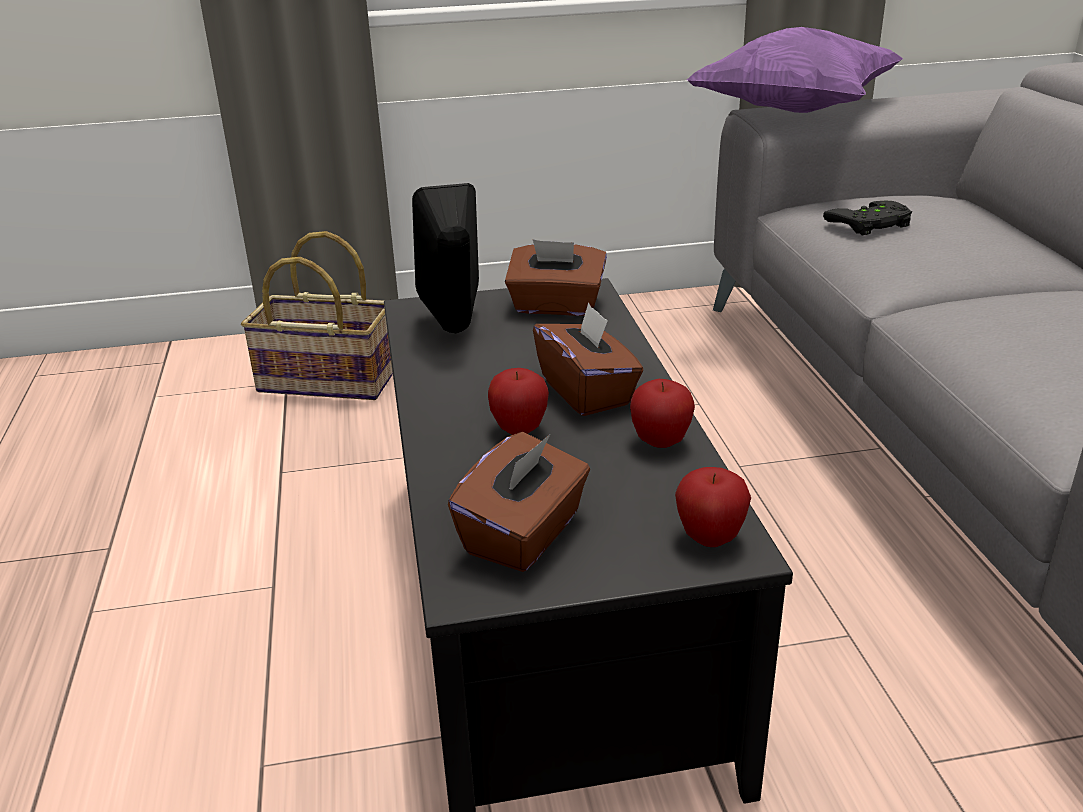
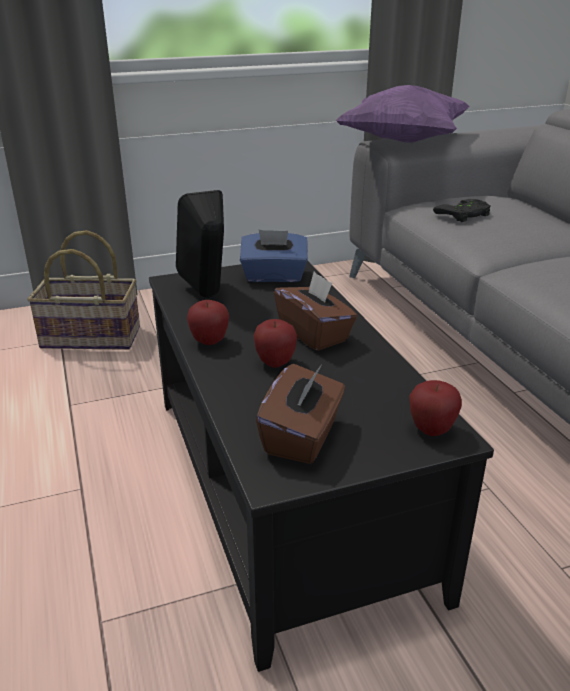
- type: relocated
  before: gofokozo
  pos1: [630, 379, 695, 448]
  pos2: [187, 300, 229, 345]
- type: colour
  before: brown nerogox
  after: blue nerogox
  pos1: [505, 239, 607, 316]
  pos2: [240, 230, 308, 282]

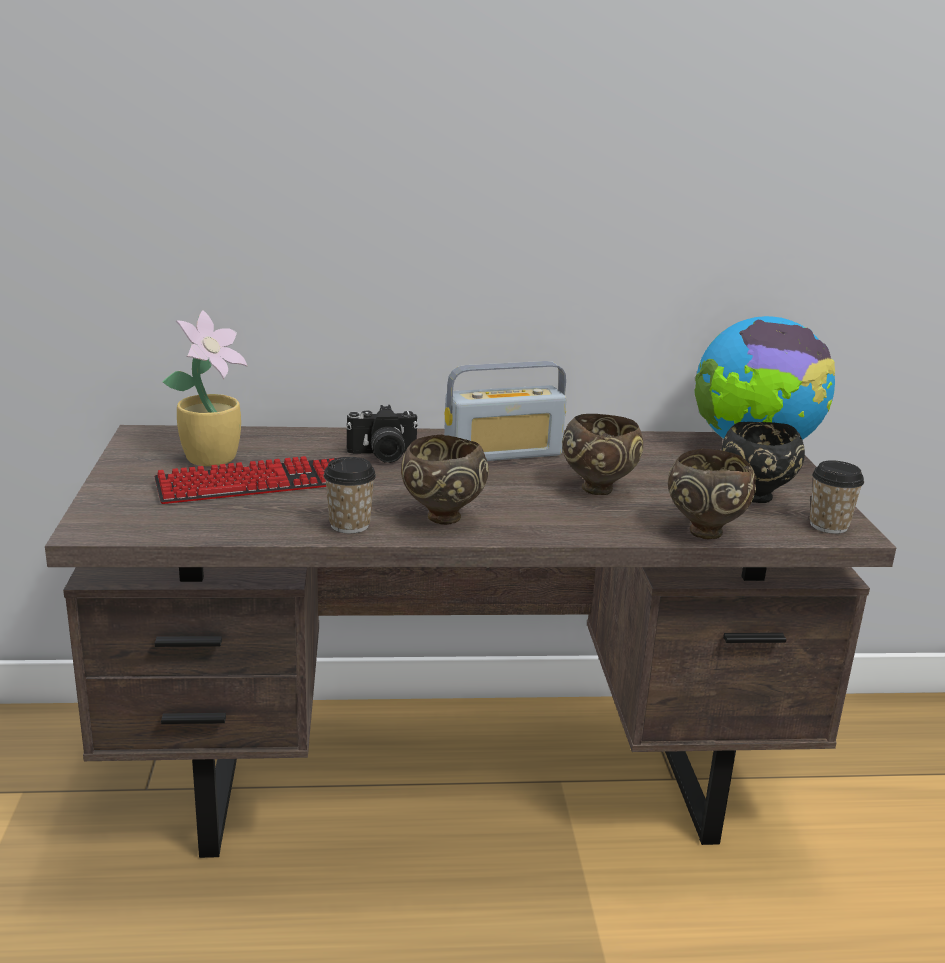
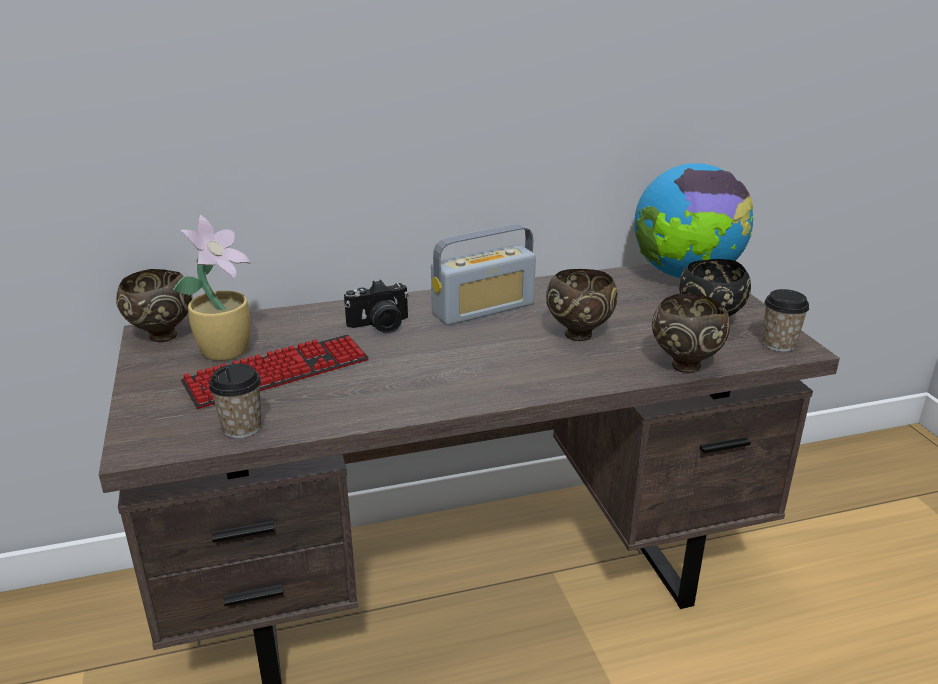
- type: relocated
  before: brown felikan
  pos1: [401, 435, 489, 525]
  pos2: [116, 269, 192, 342]
- type: relocated
  before: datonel
  pos1: [323, 457, 376, 533]
  pos2: [209, 364, 261, 438]

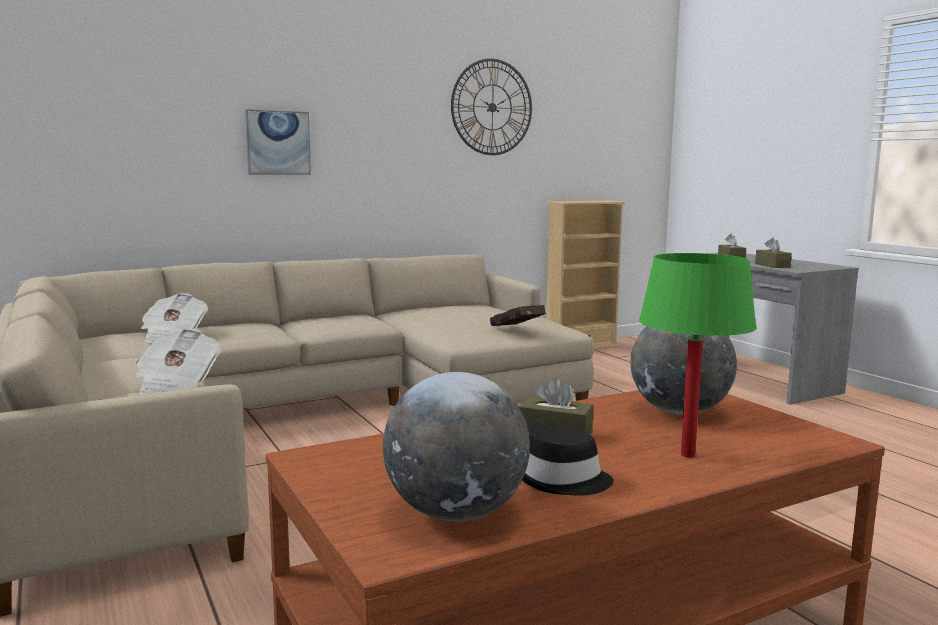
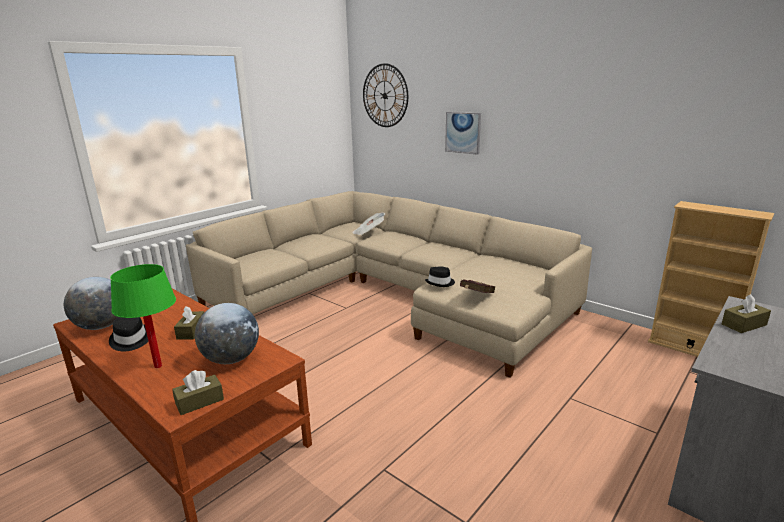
- type: relocated
  before: brown nerogox
  pos1: [755, 238, 792, 268]
  pos2: [172, 370, 224, 415]
- type: relocated
  before: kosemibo
  pos1: [451, 59, 532, 155]
  pos2: [363, 63, 408, 127]
- type: appeared
  after: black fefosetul
  pos2: [425, 266, 455, 287]
- type: missing
  before: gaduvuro
  pos1: [135, 328, 222, 395]

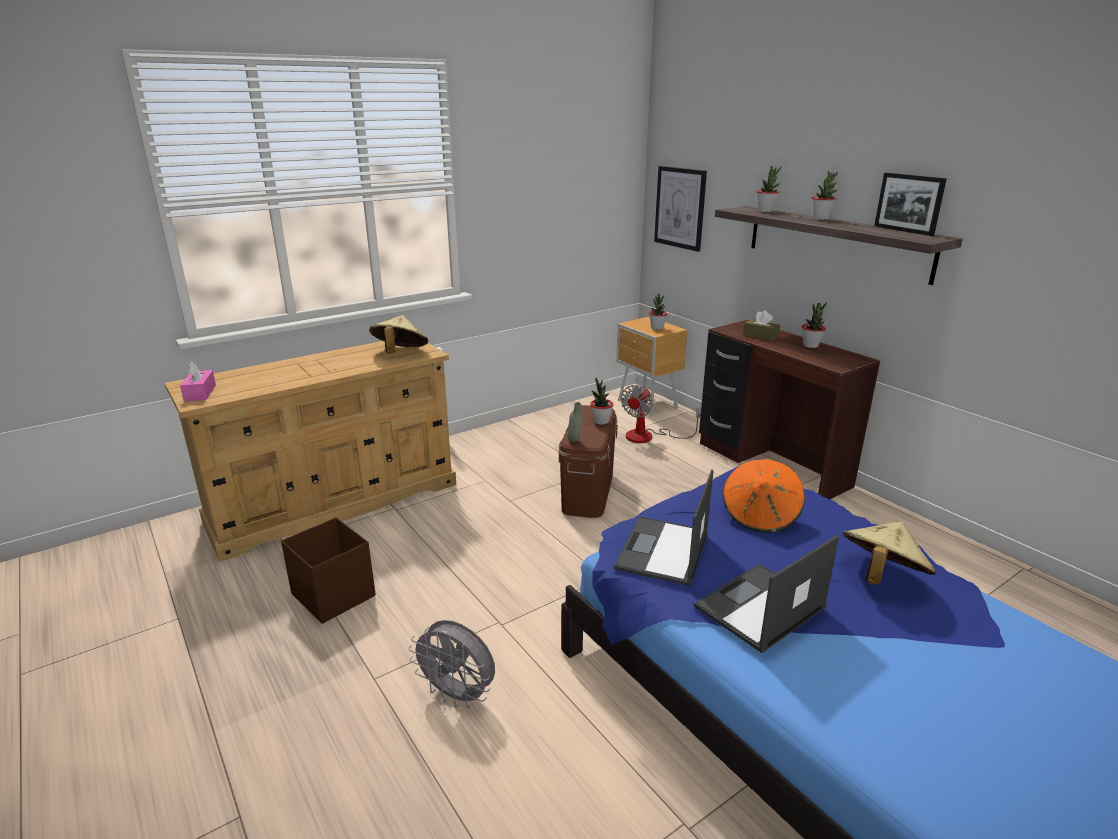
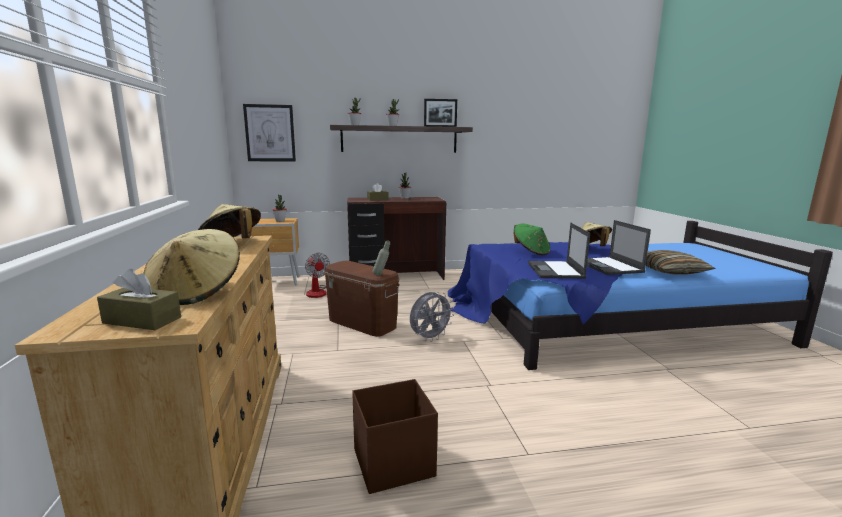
- type: colour
  before: pink nerogox
  after: brown nerogox
  pos1: [180, 362, 216, 401]
  pos2: [97, 269, 181, 330]
- type: appeared
  after: beige fefosetul
  pos2: [143, 229, 240, 305]
- type: relocated
  before: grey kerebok
  pos1: [408, 620, 495, 709]
  pos2: [410, 292, 454, 342]
- type: colour
  before: orange fefosetul
  after: green fefosetul
  pos1: [723, 459, 805, 533]
  pos2: [514, 223, 550, 255]
- type: spun
  before: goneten
  pos1: [614, 469, 713, 586]
  pos2: [528, 223, 590, 279]
  turn: 45
- type: appeared
  after: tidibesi
  pos2: [646, 250, 715, 275]
- type: missing
  before: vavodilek
  pos1: [590, 378, 614, 425]

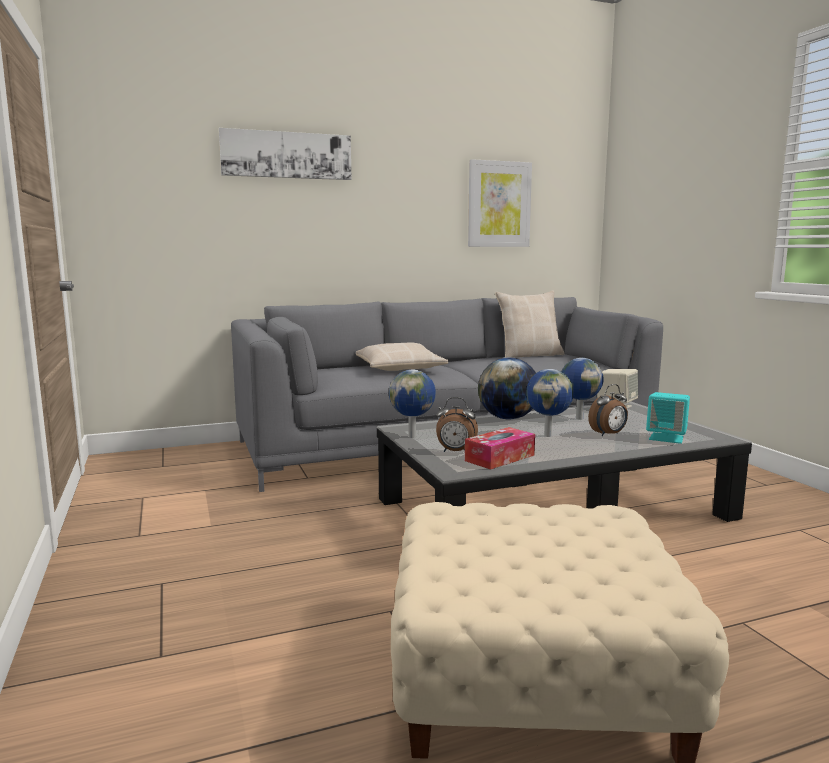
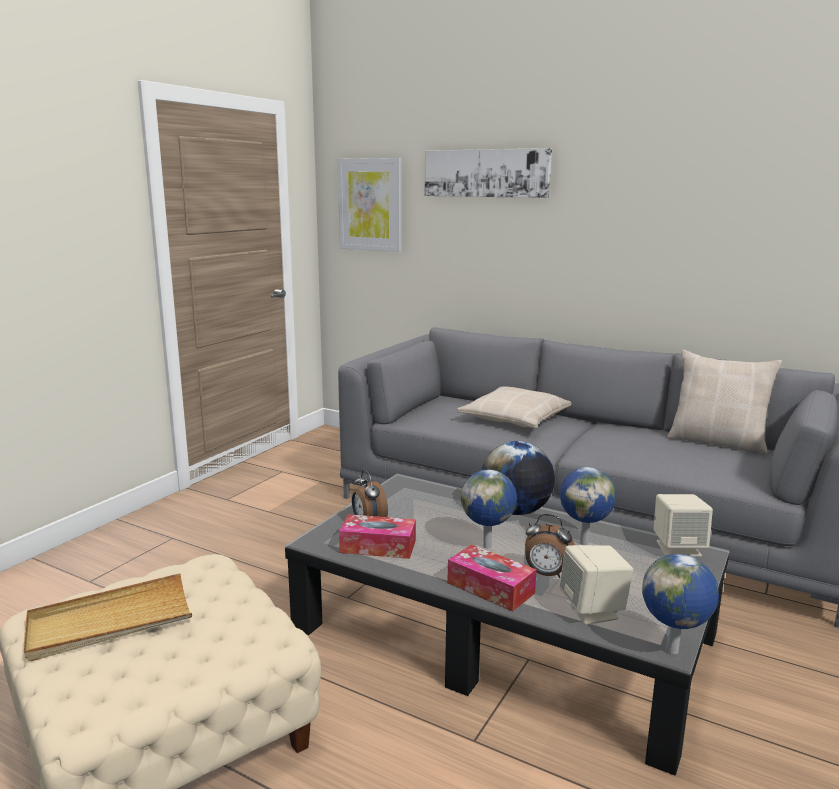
- type: appeared
  after: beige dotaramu
  pos2: [24, 573, 192, 661]
- type: relocated
  before: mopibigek
  pos1: [468, 159, 532, 247]
  pos2: [338, 158, 401, 252]
- type: appeared
  after: nerogox
  pos2: [447, 545, 536, 612]
- type: colour
  before: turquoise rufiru
  after: beige rufiru
  pos1: [646, 392, 690, 444]
  pos2: [559, 545, 633, 625]
- type: relocated
  before: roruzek
  pos1: [389, 370, 436, 438]
  pos2: [642, 554, 719, 655]

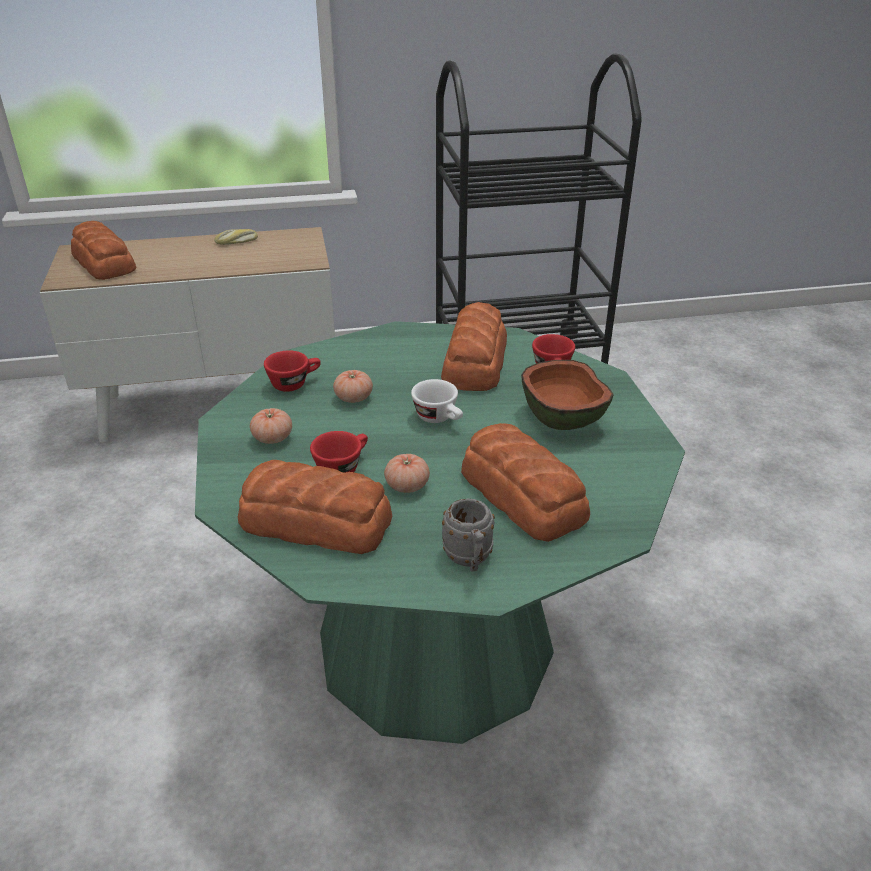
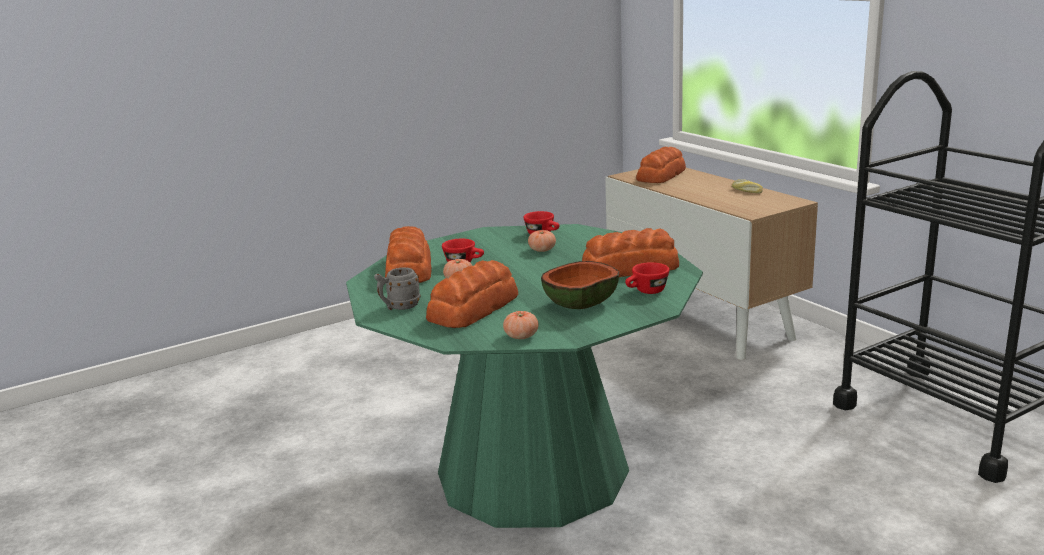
- type: relocated
  before: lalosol
  pos1: [250, 408, 292, 444]
  pos2: [503, 311, 539, 339]
- type: missing
  before: white datonel
  pos1: [411, 379, 463, 423]

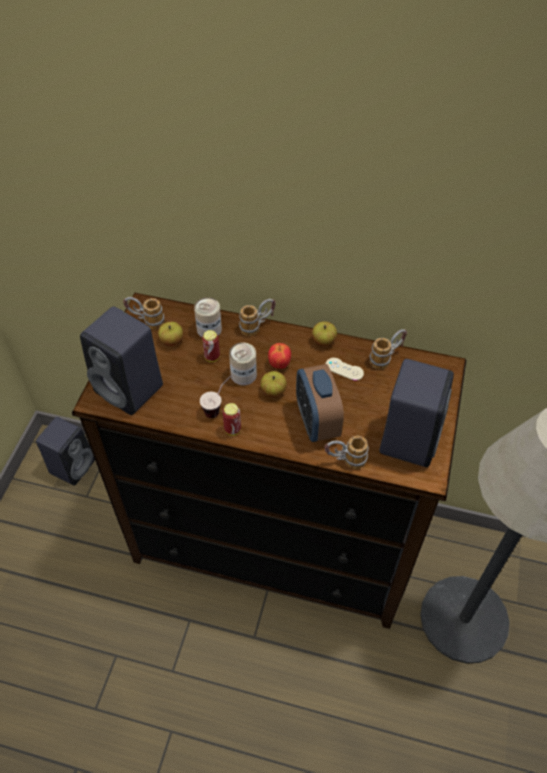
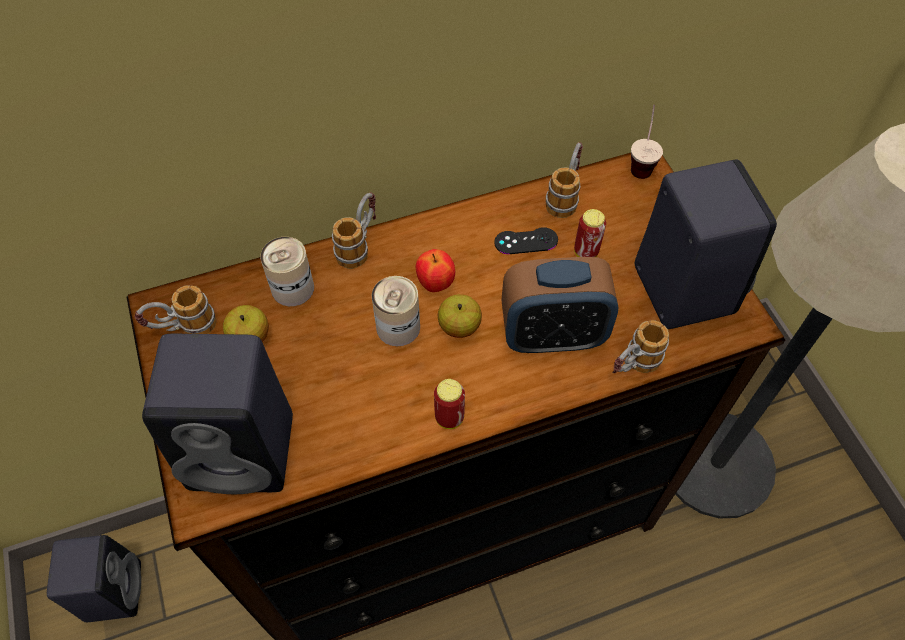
- type: colour
  before: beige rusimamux
  after: black rusimamux
  pos1: [326, 358, 364, 381]
  pos2: [494, 227, 558, 254]
- type: spun
  before: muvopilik
  pos1: [296, 364, 344, 442]
  pos2: [501, 257, 619, 353]
  turn: -45
- type: relocated
  before: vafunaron
  pos1: [202, 330, 220, 362]
  pos2: [574, 209, 606, 257]
- type: relocated
  before: datonel
  pos1: [200, 375, 232, 418]
  pos2: [631, 105, 663, 179]
- type: missing
  before: gofokozo
  pos1: [312, 321, 337, 346]

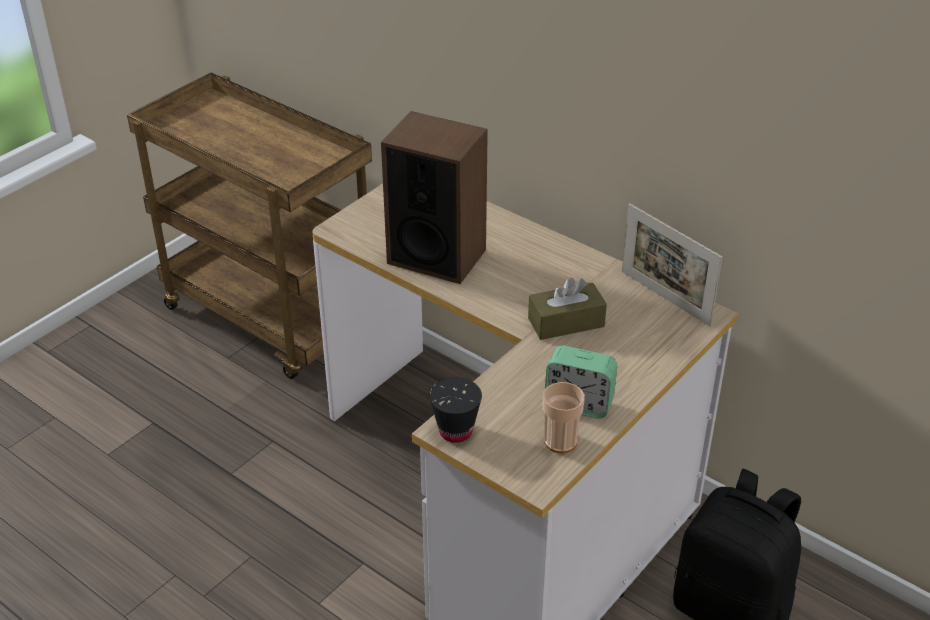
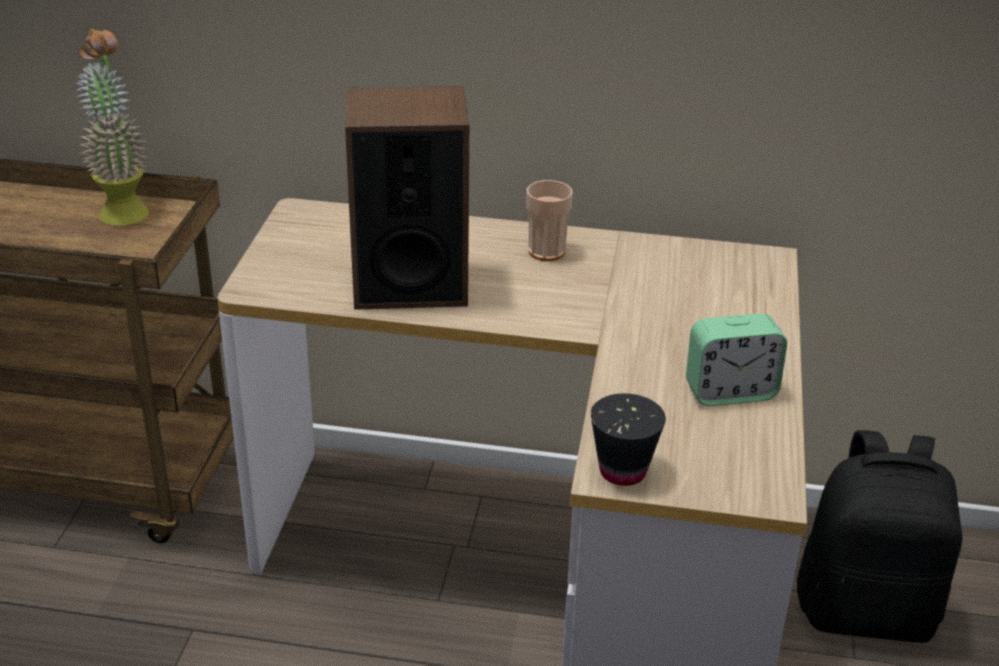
- type: appeared
  after: vavodilek
  pos2: [76, 28, 149, 226]
- type: relocated
  before: datonel
  pos1: [543, 382, 585, 453]
  pos2: [527, 180, 573, 261]
- type: missing
  before: brown nerogox
  pos1: [528, 277, 607, 340]
- type: missing
  before: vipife
  pos1: [622, 204, 722, 326]

